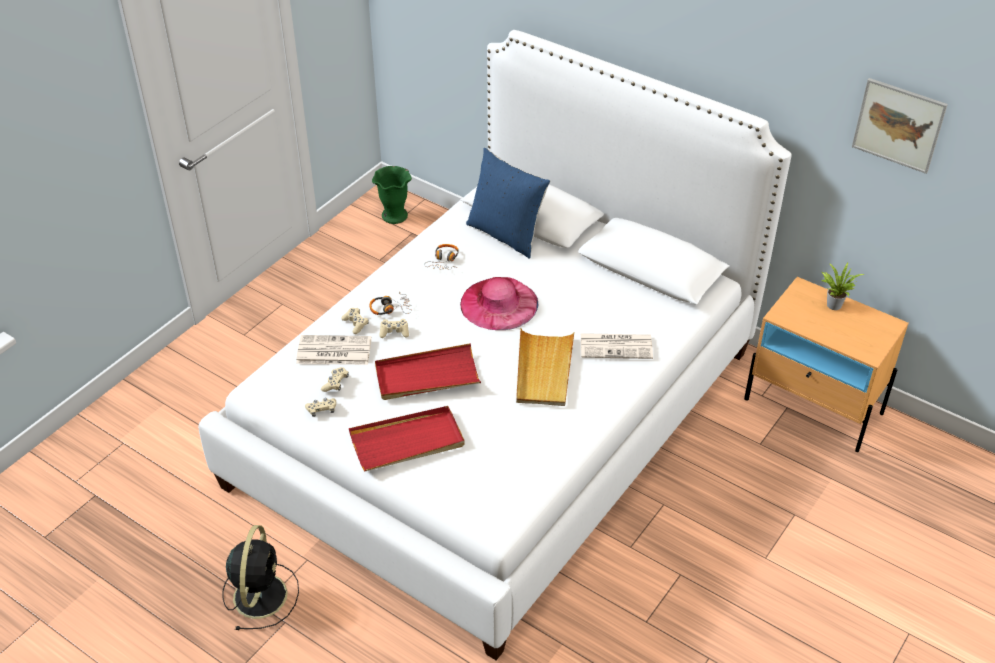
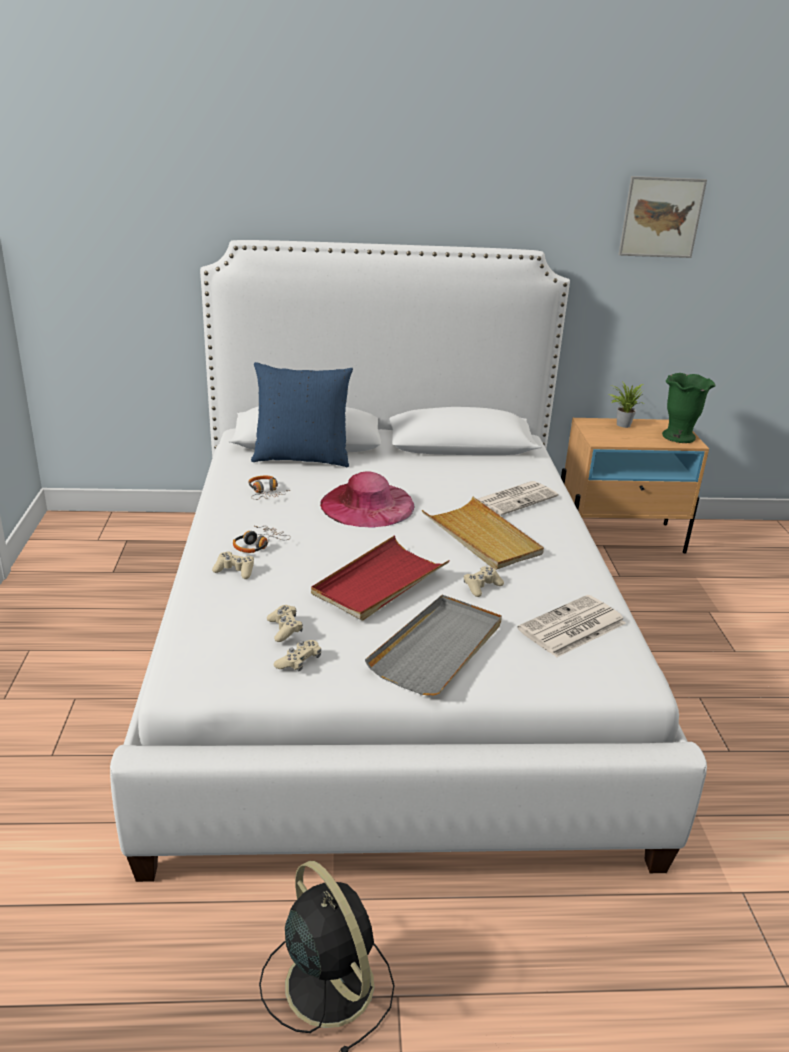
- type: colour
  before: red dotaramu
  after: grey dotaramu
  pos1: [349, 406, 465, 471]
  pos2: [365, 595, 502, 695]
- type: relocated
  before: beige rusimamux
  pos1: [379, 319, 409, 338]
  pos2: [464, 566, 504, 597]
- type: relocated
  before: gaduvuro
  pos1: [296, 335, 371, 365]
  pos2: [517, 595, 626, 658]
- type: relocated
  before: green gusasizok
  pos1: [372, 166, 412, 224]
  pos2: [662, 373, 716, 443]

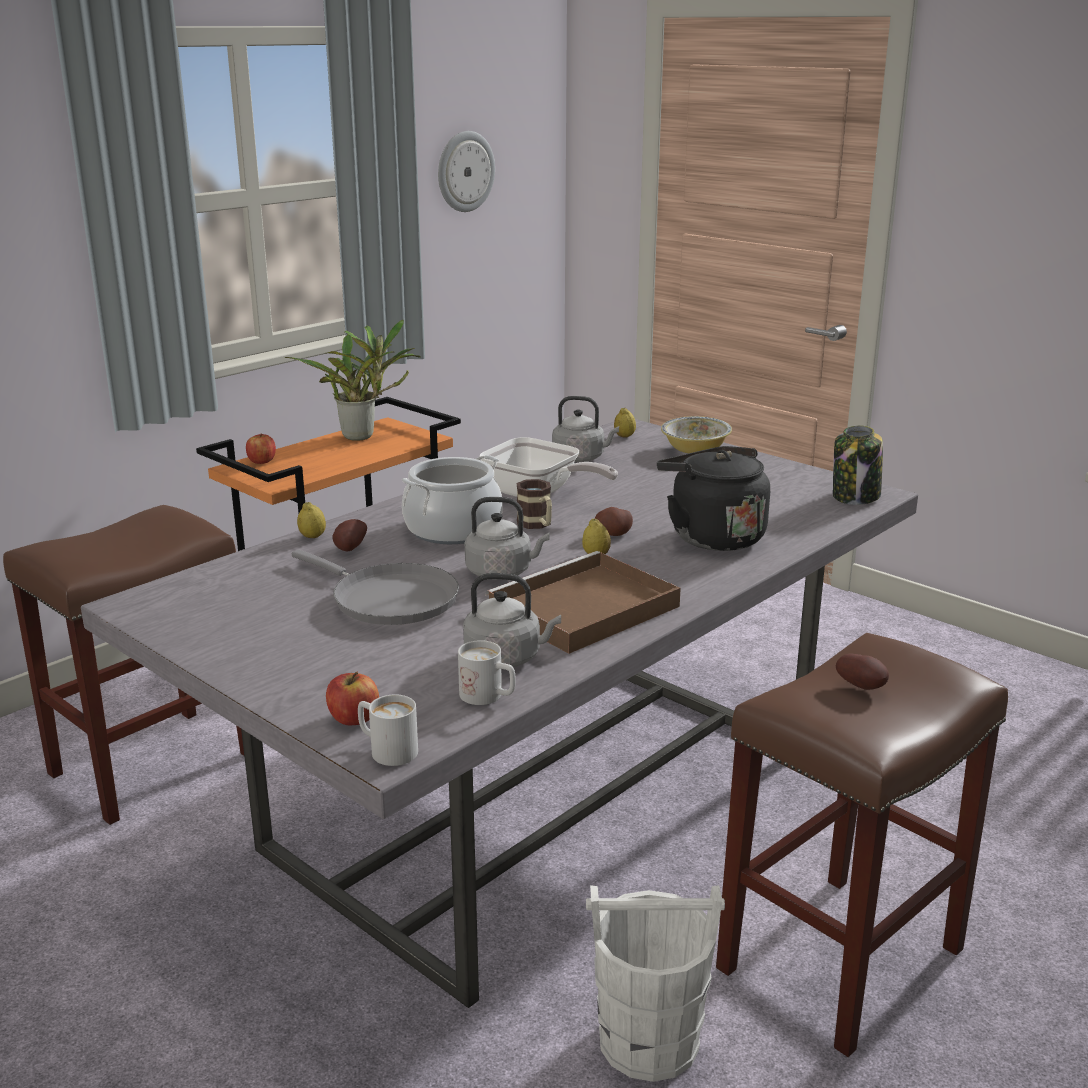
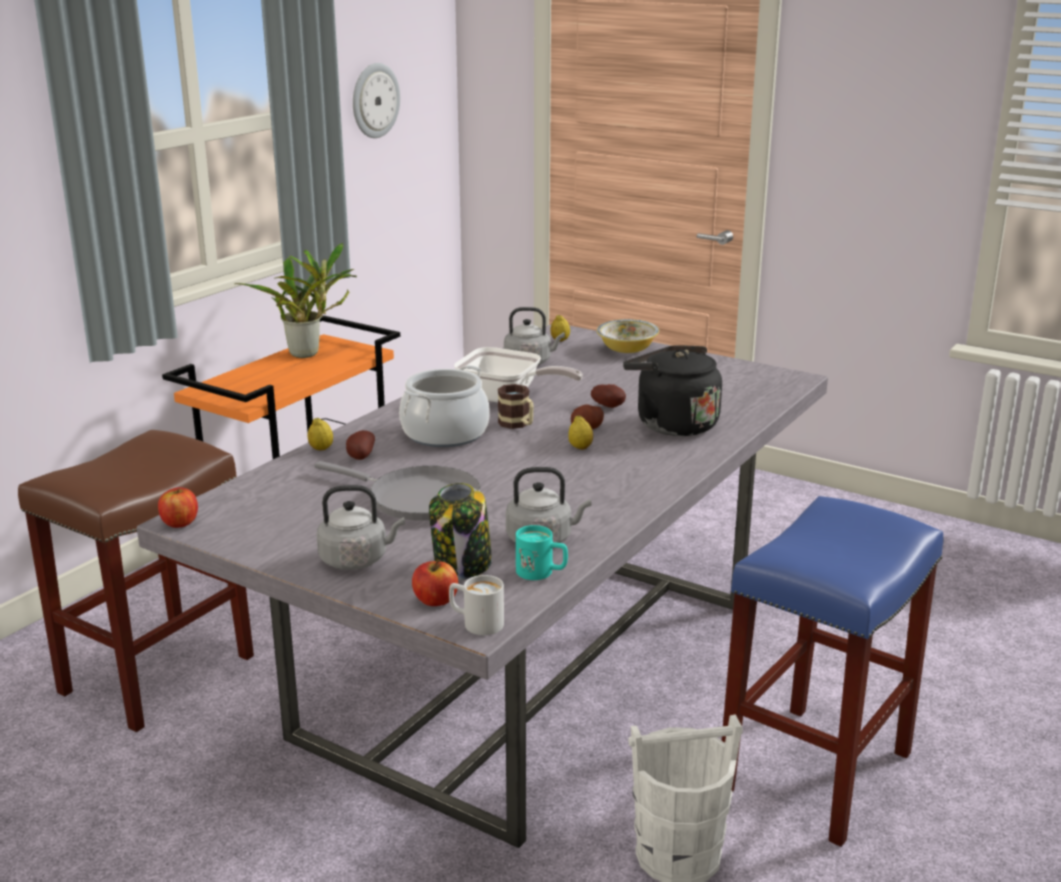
- type: relocated
  before: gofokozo
  pos1: [246, 434, 276, 464]
  pos2: [158, 487, 198, 528]
- type: relocated
  before: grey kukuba
  pos1: [465, 497, 550, 580]
  pos2: [316, 485, 405, 570]
- type: relocated
  before: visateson
  pos1: [833, 425, 883, 505]
  pos2: [429, 483, 492, 580]
- type: colour
  before: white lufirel
  after: turquoise lufirel
  pos1: [458, 640, 516, 705]
  pos2: [516, 525, 568, 580]
- type: relocated
  before: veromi
  pos1: [836, 653, 889, 690]
  pos2: [591, 384, 626, 408]
- type: colour
  before: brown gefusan
  after: blue gefusan
  pos1: [716, 633, 1008, 1057]
  pos2: [722, 496, 943, 847]
- type: missing
  before: brown dotaramu
  pos1: [486, 551, 681, 654]

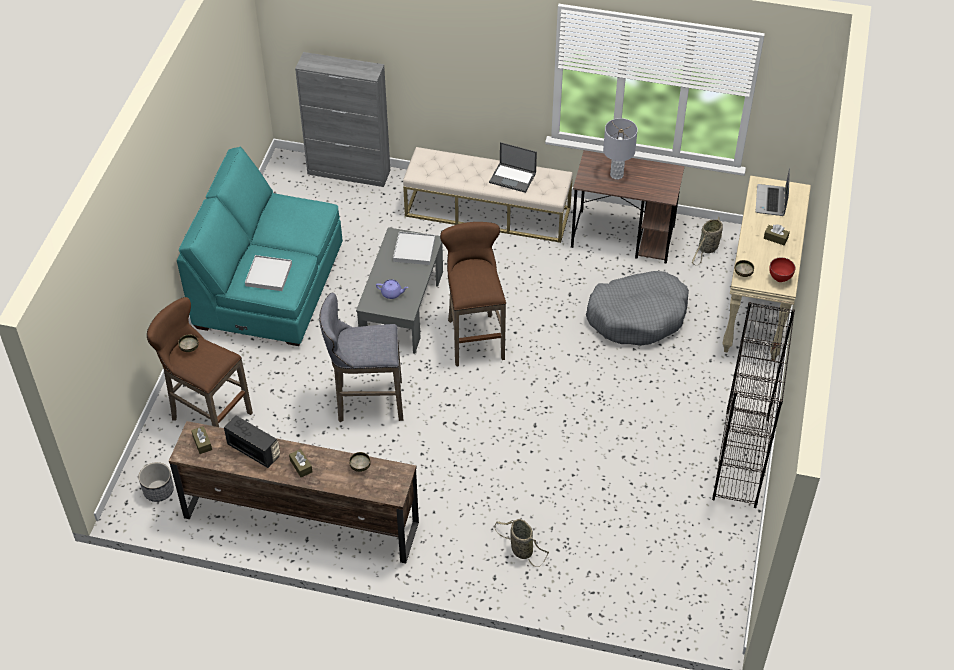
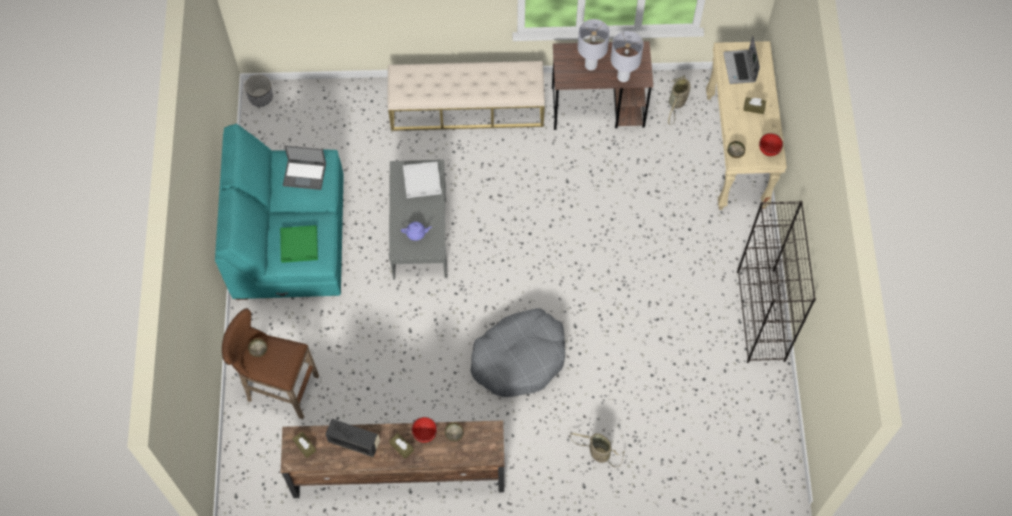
- type: relocated
  before: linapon
  pos1: [138, 462, 174, 502]
  pos2: [245, 75, 273, 107]
- type: colour
  before: white dotaramu
  after: green dotaramu
  pos1: [245, 255, 292, 291]
  pos2: [280, 225, 318, 263]
- type: relocated
  before: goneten
  pos1: [489, 142, 537, 193]
  pos2: [283, 146, 326, 190]
- type: appeared
  after: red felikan
  pos2: [412, 417, 437, 443]
- type: relocated
  before: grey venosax
  pos1: [586, 271, 689, 346]
  pos2: [470, 308, 565, 397]
- type: appeared
  after: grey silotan
  pos2: [611, 31, 644, 82]
- type: missing
  before: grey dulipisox
  pos1: [295, 52, 390, 187]
- type: missing
  before: grey gefusan
  pos1: [319, 292, 403, 422]
- type: missing
  before: brown gefusan
  pos1: [440, 222, 506, 366]

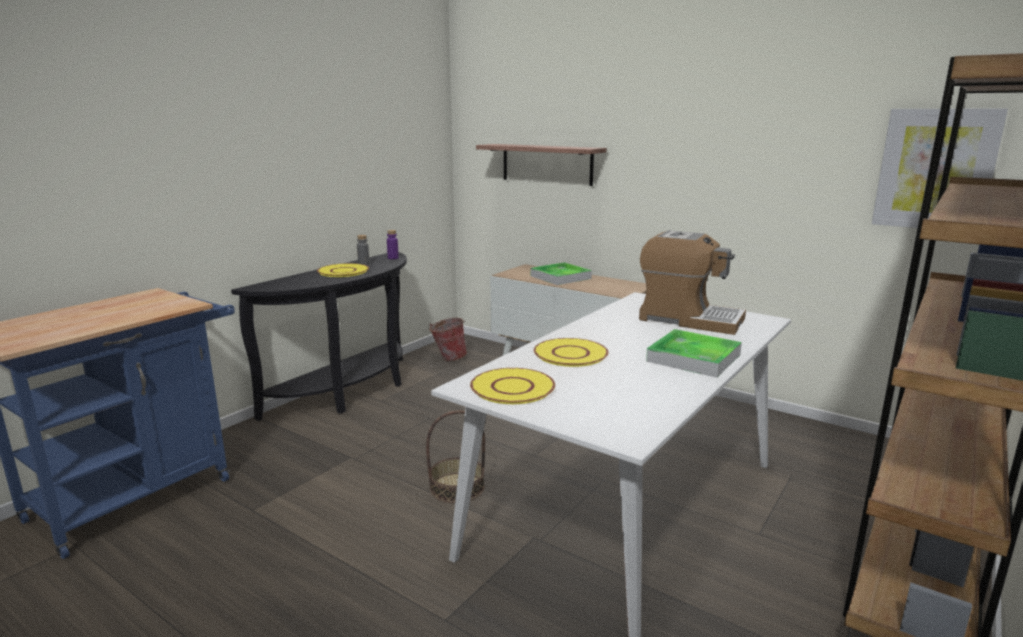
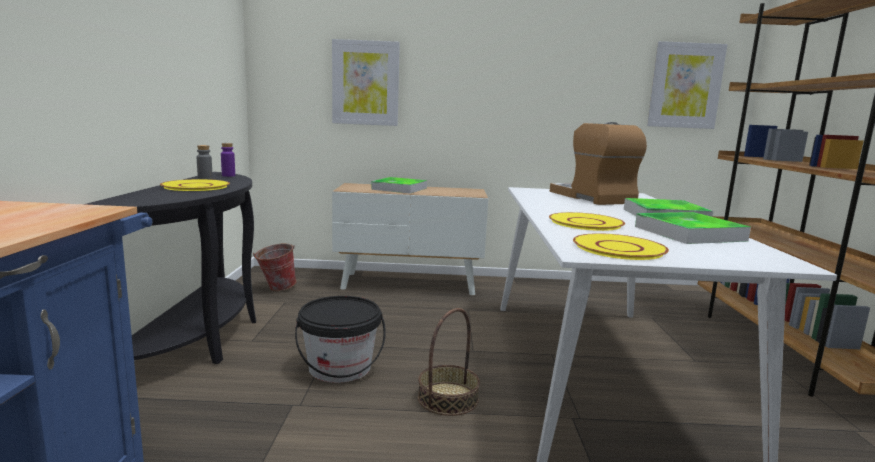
- type: appeared
  after: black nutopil
  pos2: [295, 296, 386, 383]
- type: exchanged
  before: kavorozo
  after: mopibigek
  pos1: [476, 144, 607, 186]
  pos2: [332, 39, 400, 126]
- type: spun
  before: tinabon
  pos1: [639, 230, 746, 335]
  pos2: [550, 122, 647, 205]
  turn: -105
- type: appeared
  after: dotaramu
  pos2: [635, 212, 751, 244]

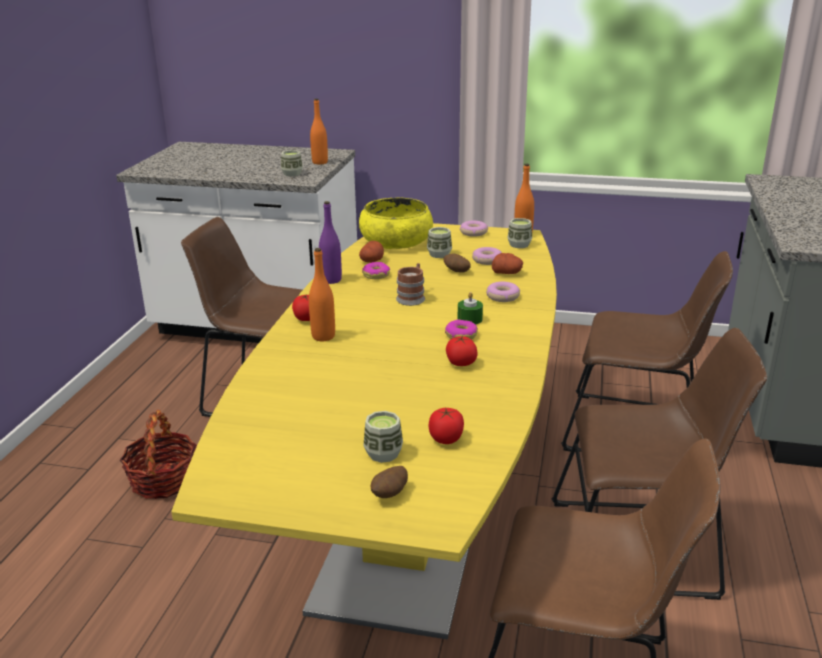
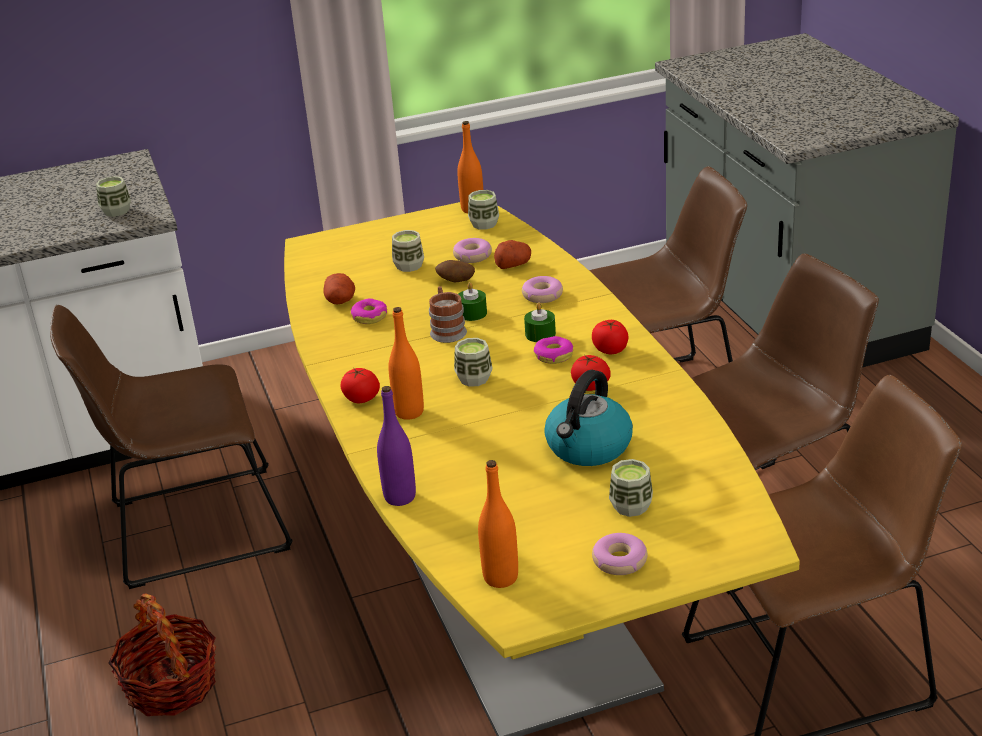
- type: relocated
  before: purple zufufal
  pos1: [319, 201, 342, 284]
  pos2: [377, 386, 416, 506]
- type: appeared
  after: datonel
  pos2: [454, 338, 493, 387]
- type: appeared
  after: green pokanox
  pos2: [458, 282, 487, 321]
- type: relocated
  before: orange zufufal
  pos1: [310, 99, 328, 164]
  pos2: [478, 460, 518, 588]
- type: appeared
  after: kukuba
  pos2: [544, 370, 633, 466]
- type: relocated
  before: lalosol
  pos1: [429, 408, 464, 444]
  pos2: [592, 320, 628, 354]
- type: relocated
  before: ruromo
  pos1: [460, 221, 488, 237]
  pos2: [592, 533, 648, 575]
- type: missing
  before: yellow felikan
  pos1: [359, 197, 433, 249]
- type: missing
  before: veromi
  pos1: [371, 466, 408, 498]

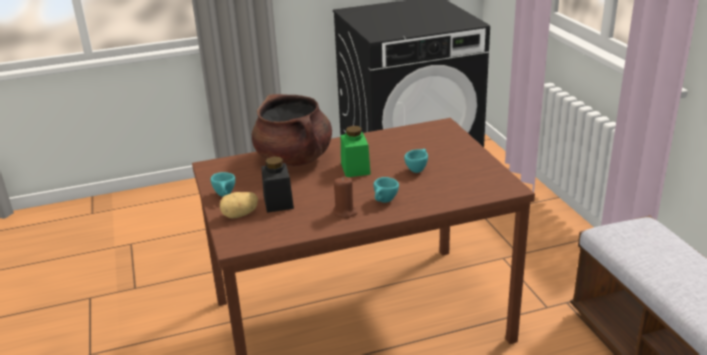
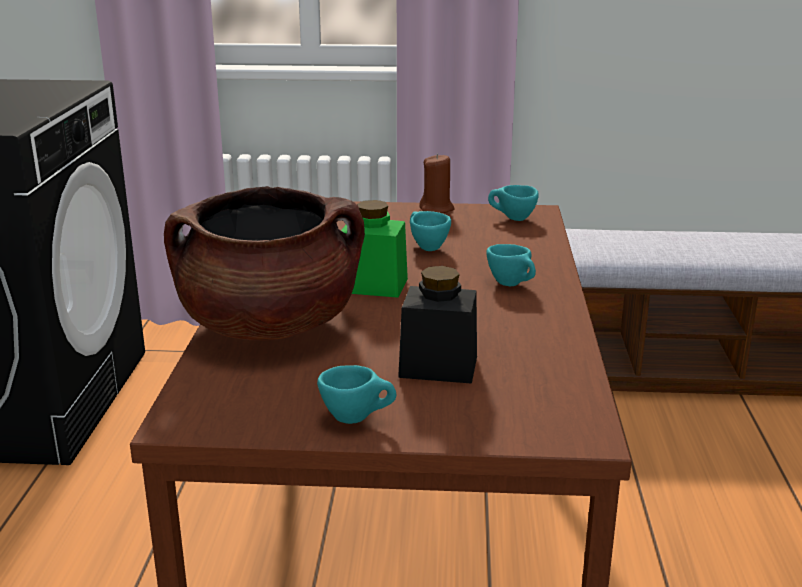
- type: relocated
  before: brown pokanox
  pos1: [333, 176, 358, 218]
  pos2: [419, 153, 455, 213]
- type: appeared
  after: turquoise datonel
  pos2: [488, 185, 539, 221]
- type: missing
  before: veromi
  pos1: [220, 192, 258, 218]

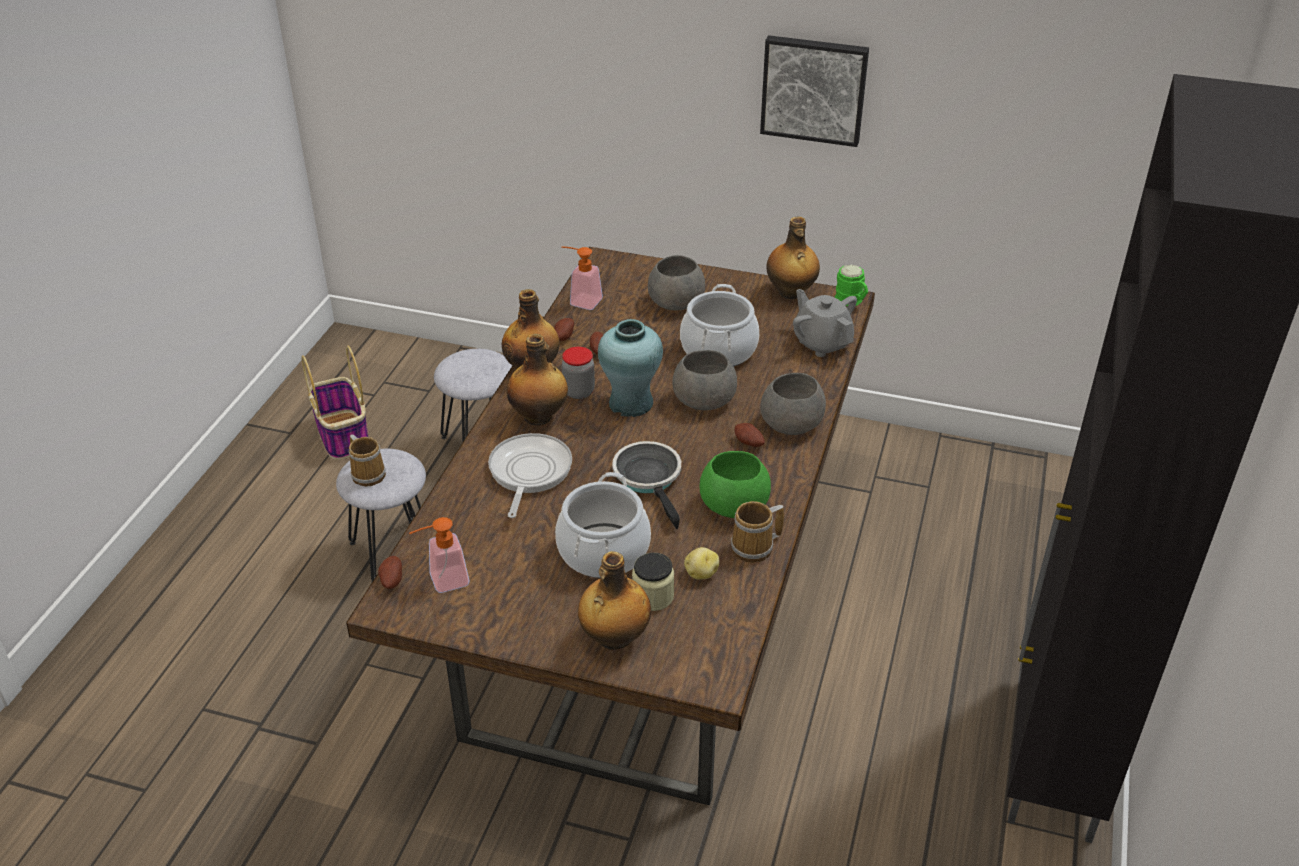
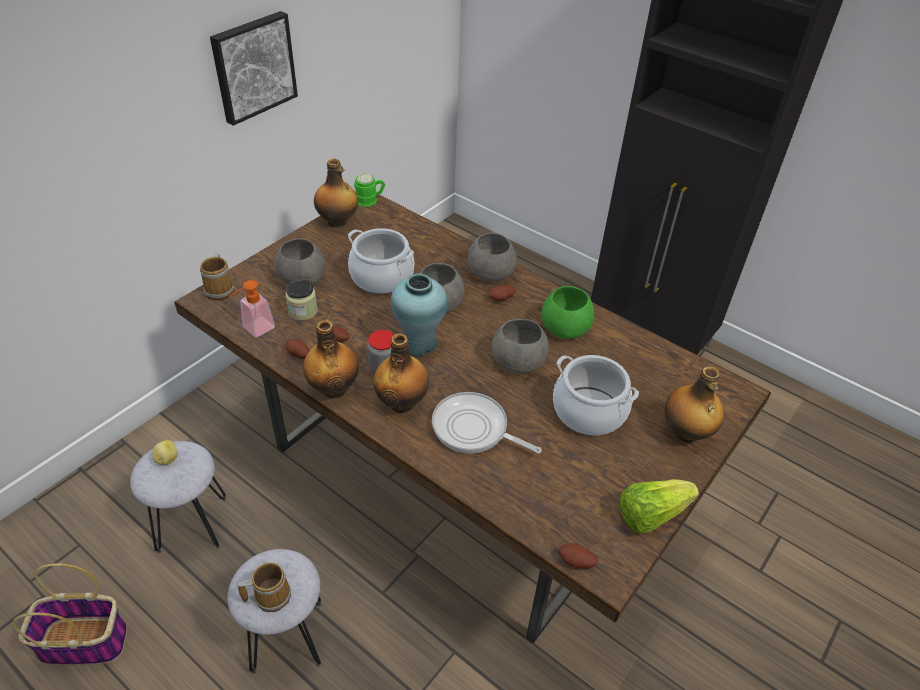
- type: relocated
  before: veromi
  pos1: [684, 547, 719, 580]
  pos2: [153, 440, 178, 465]
- type: relocated
  before: lufirel
  pos1: [731, 501, 784, 563]
  pos2: [200, 252, 235, 301]
- type: relocated
  before: visateson
  pos1: [632, 552, 674, 611]
  pos2: [286, 279, 318, 320]
- type: exchanged
  before: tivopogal
  after: grey felikan
  pos1: [612, 441, 681, 529]
  pos2: [492, 319, 549, 373]
- type: appeared
  after: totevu
  pos2: [620, 479, 699, 533]
- type: missing
  before: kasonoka
  pos1: [409, 517, 470, 593]
- type: missing
  before: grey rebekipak
  pos1: [793, 289, 857, 357]

